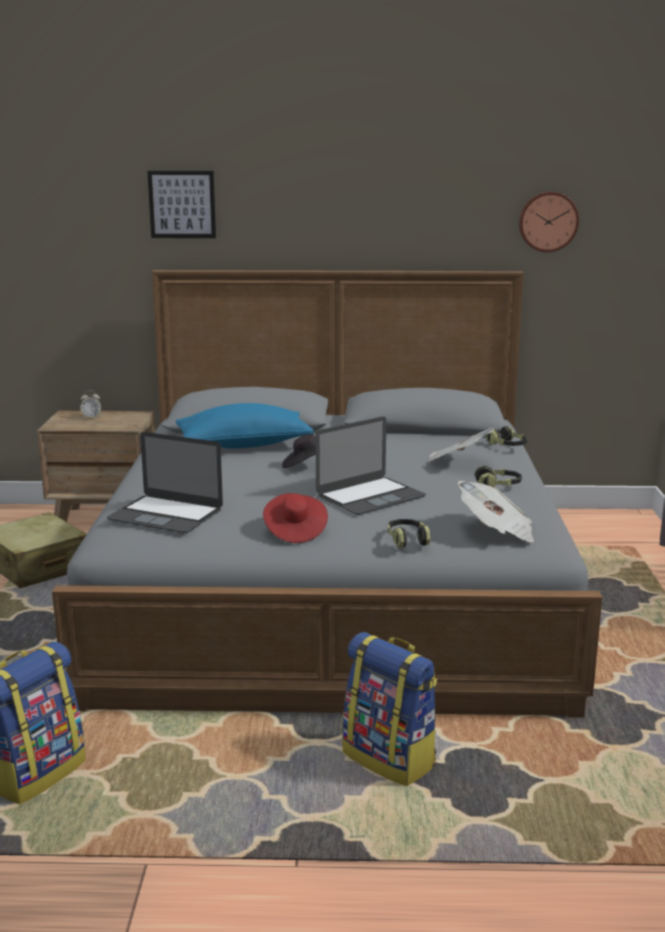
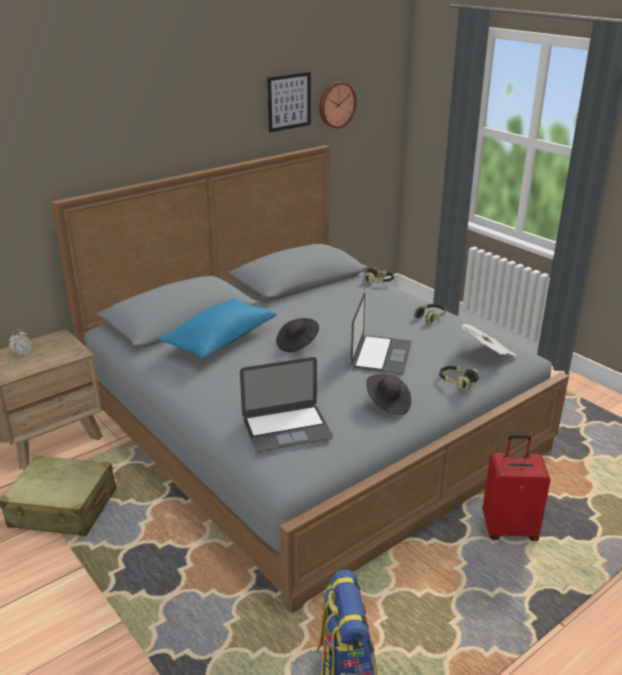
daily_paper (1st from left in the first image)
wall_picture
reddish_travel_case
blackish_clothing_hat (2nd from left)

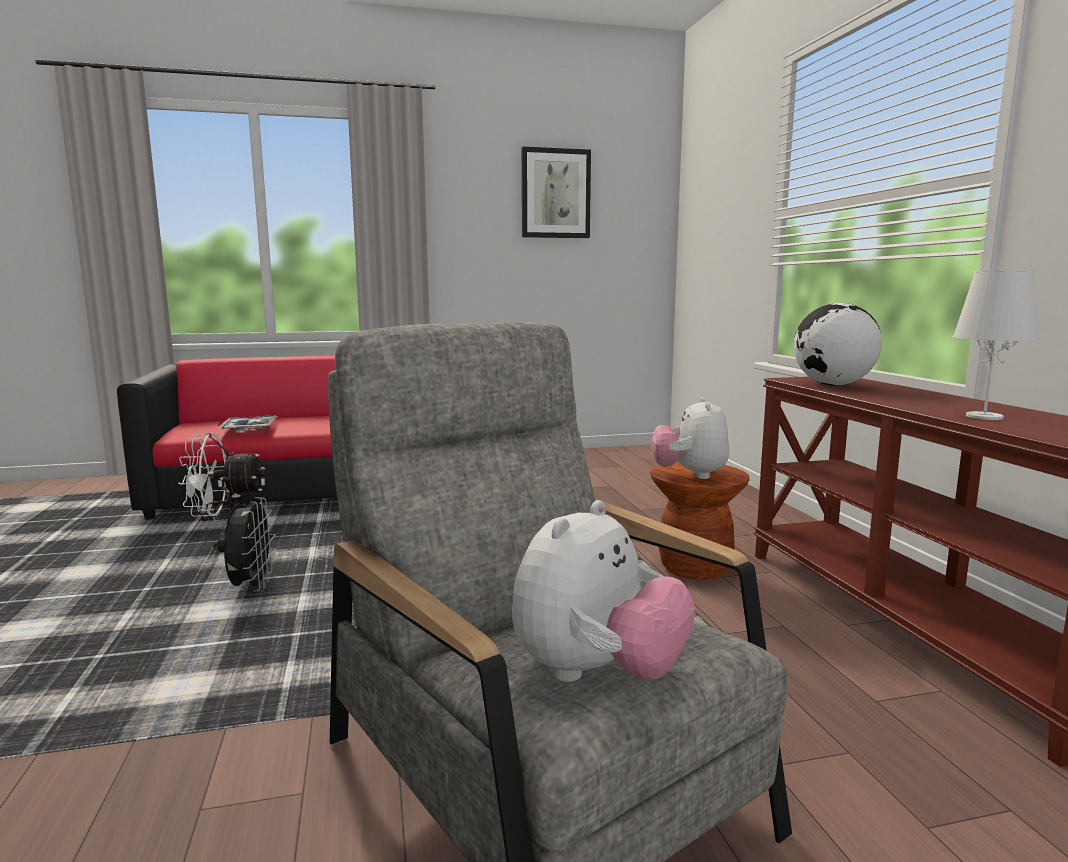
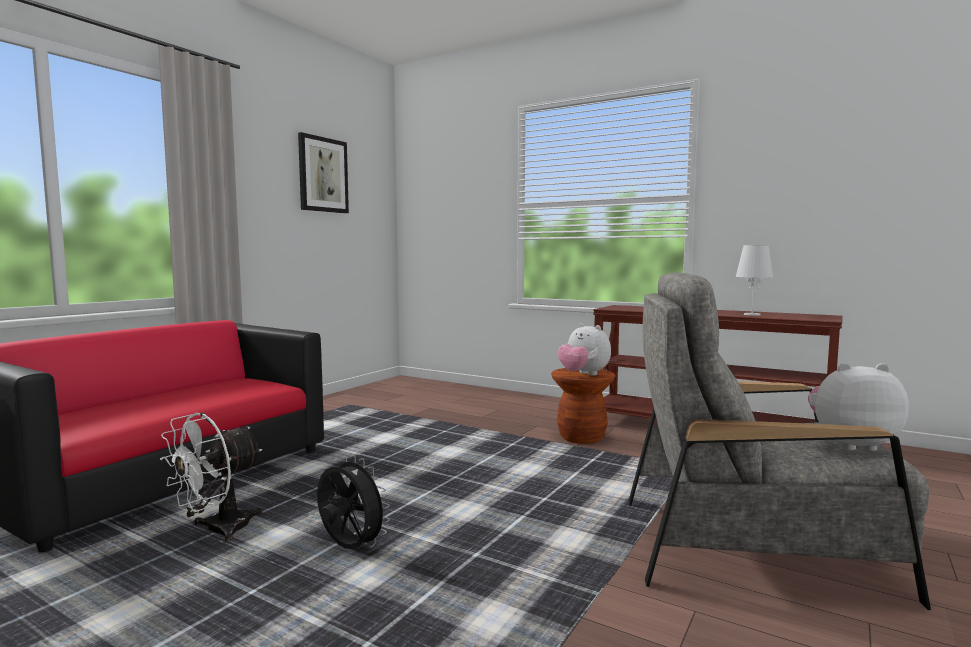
tray
globe
plush_toy (2nd from left)

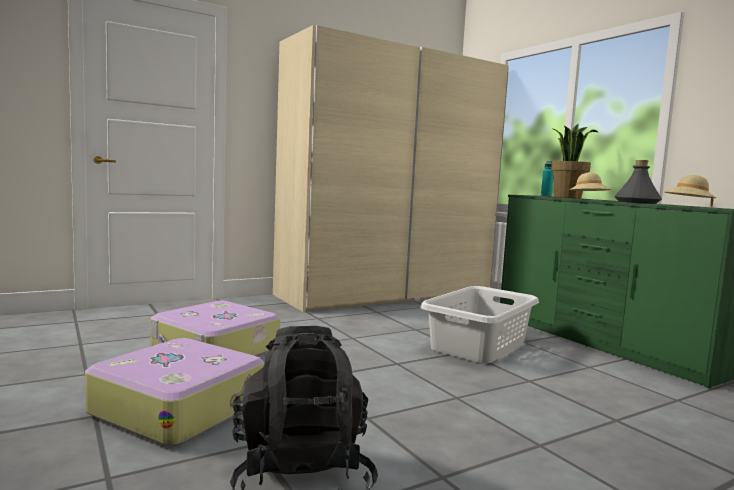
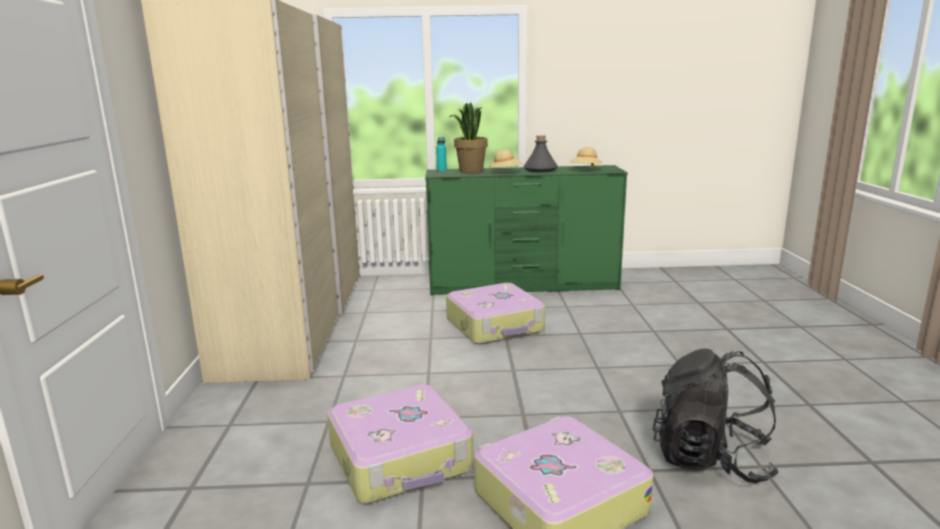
travel_case (2nd from left)

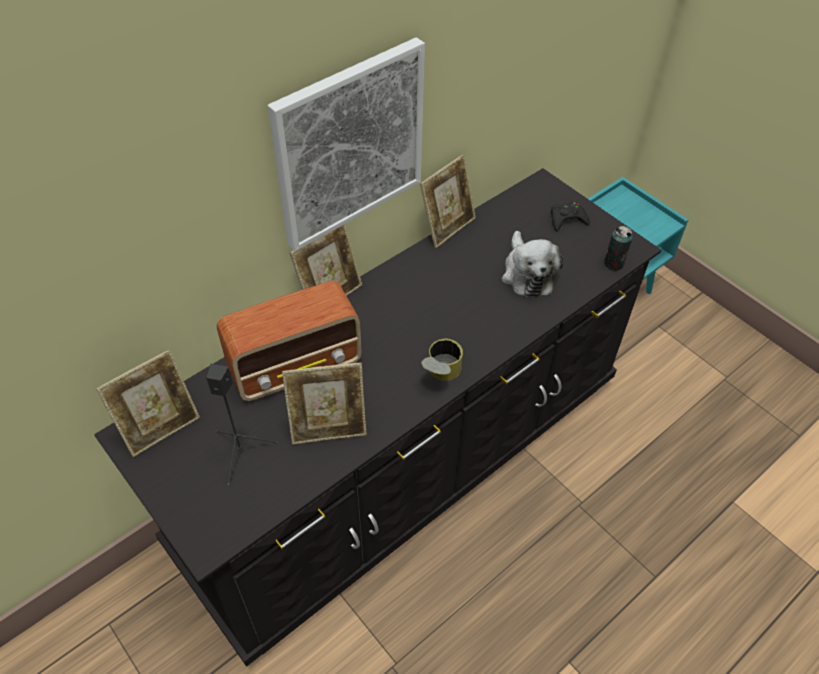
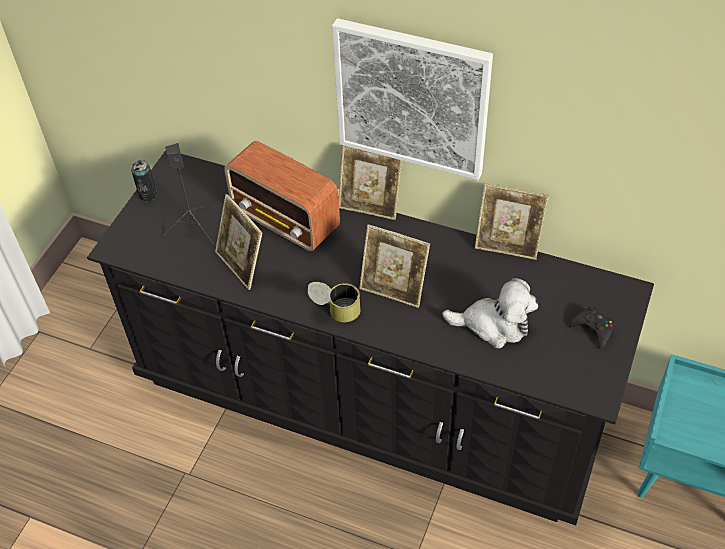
picture_frame (3rd from left)
metal_can (1st from left)
plush_toy

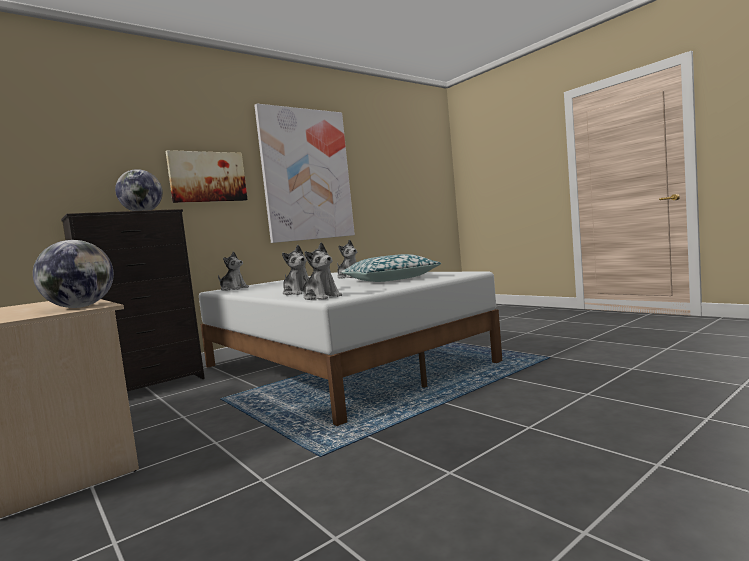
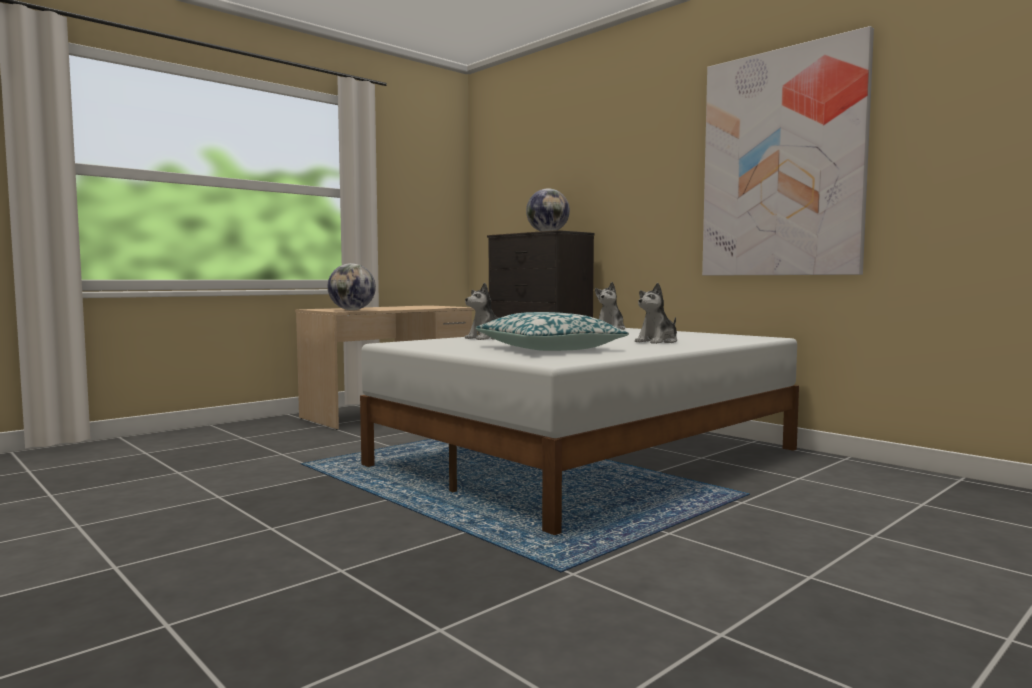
wall_picture (1st from left in the first image)
plush_toy (3rd from left in the first image)

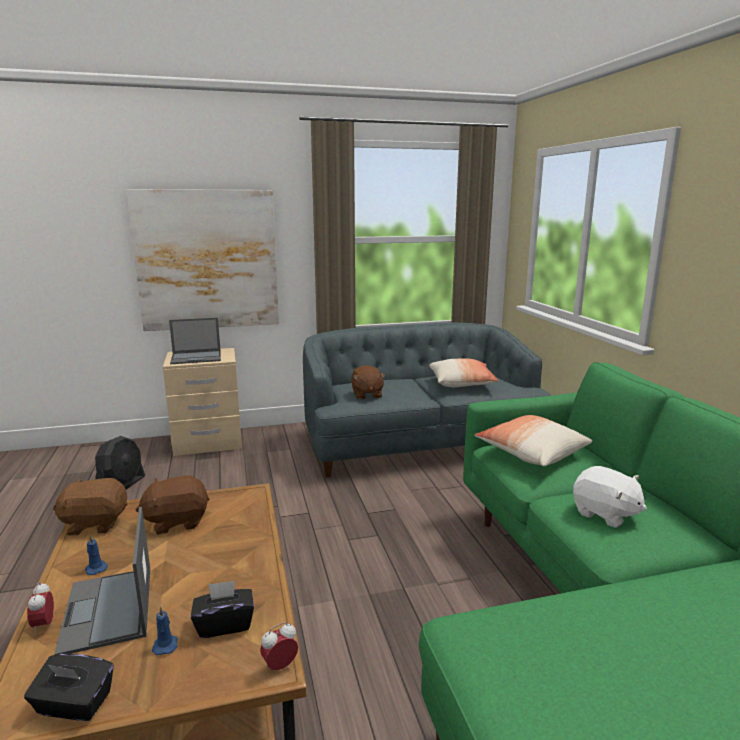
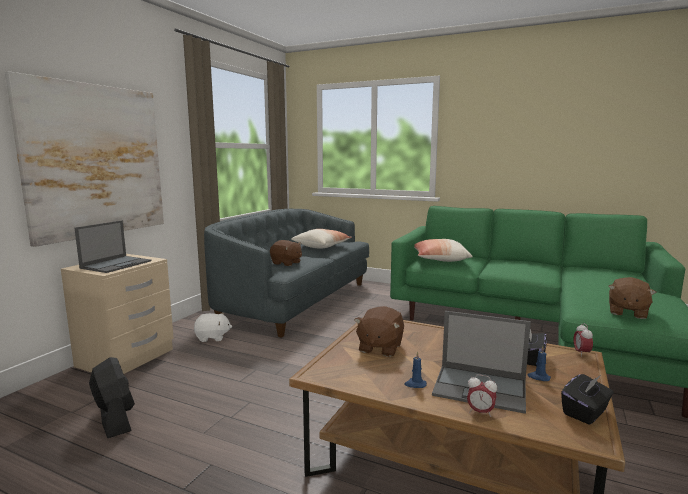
brown-coloured_plush_toy (3rd from left)
white-coloured_plush_toy

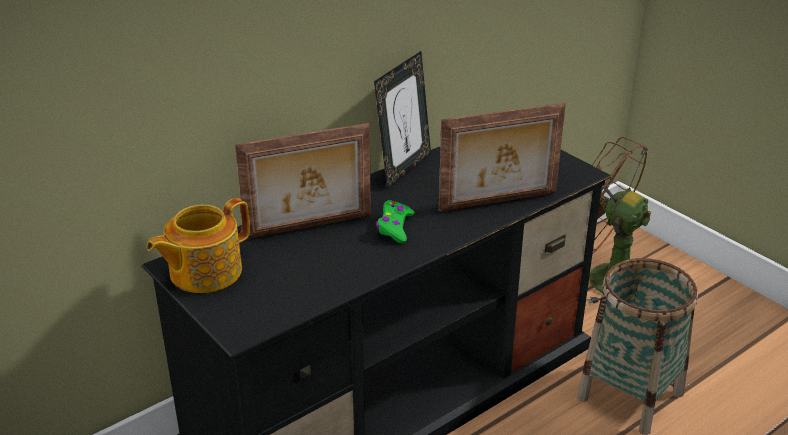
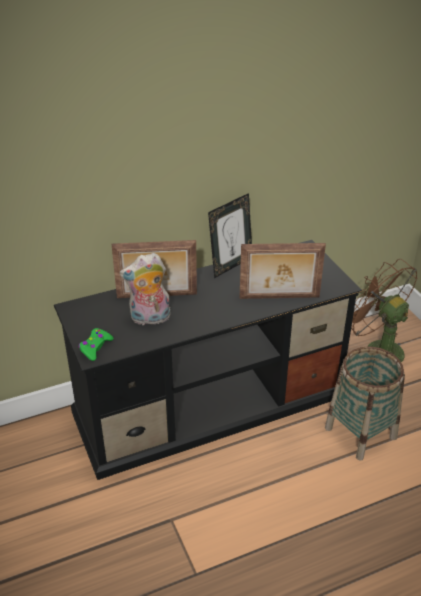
teapot
plush_toy
green_joypad

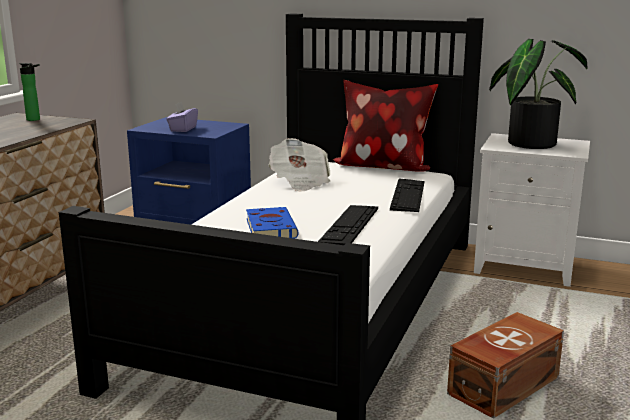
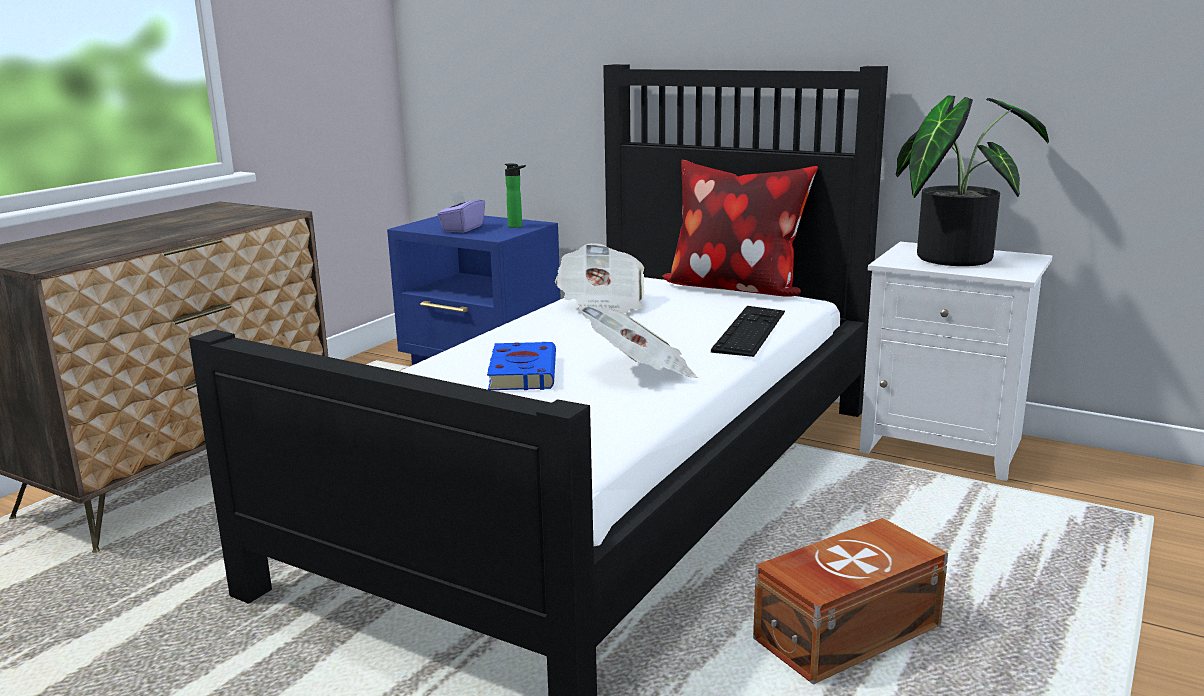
drink_bottle
daily_paper (2nd from left)

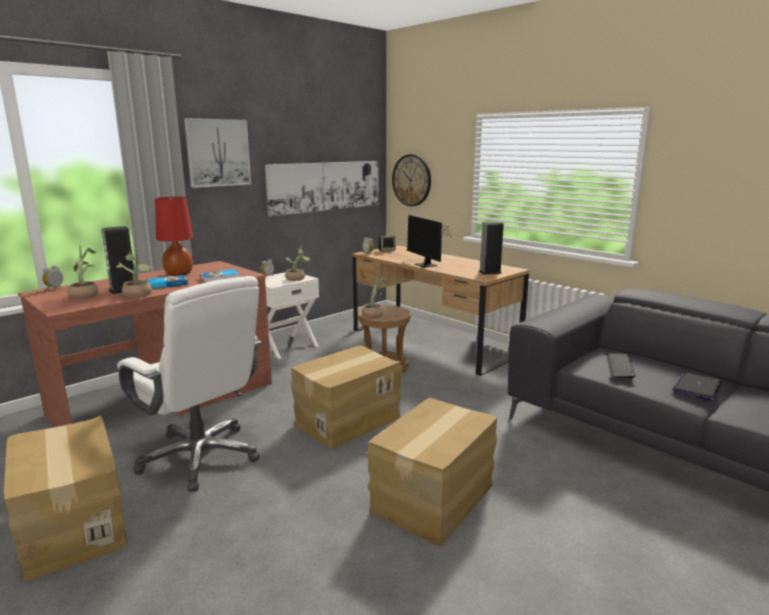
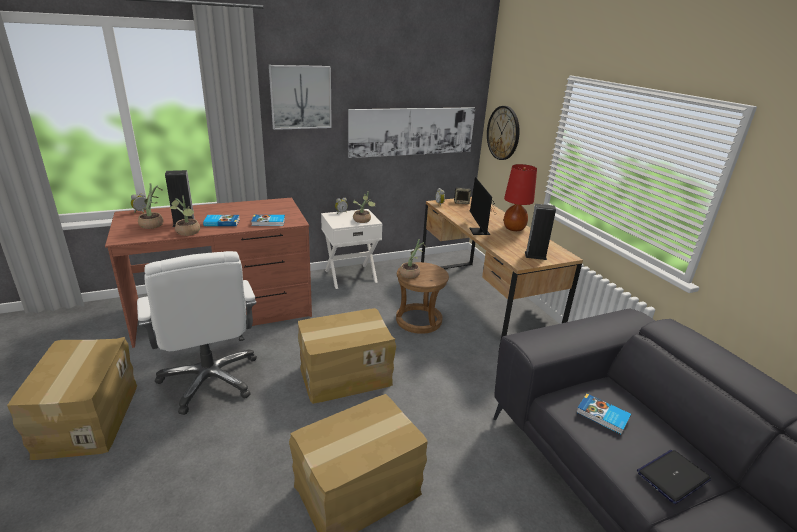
reddish_tabletop_lamp
volume (3rd from left)

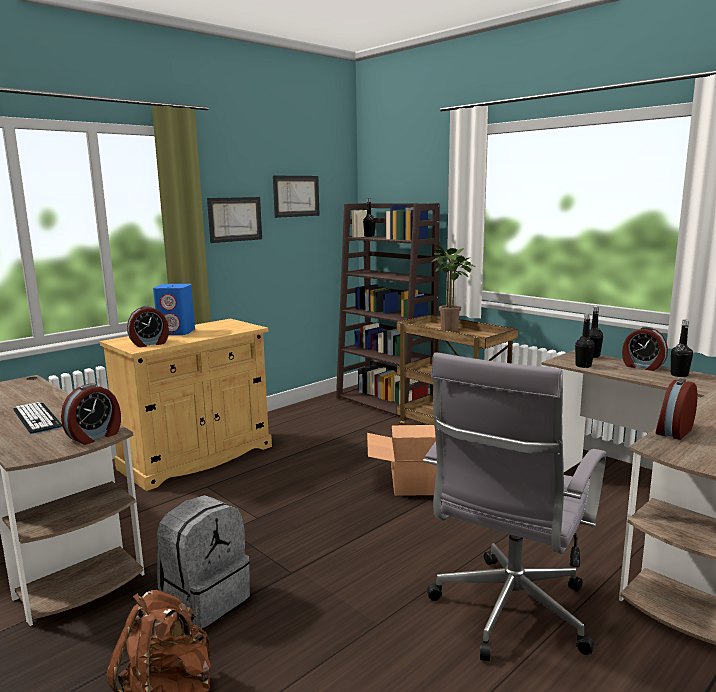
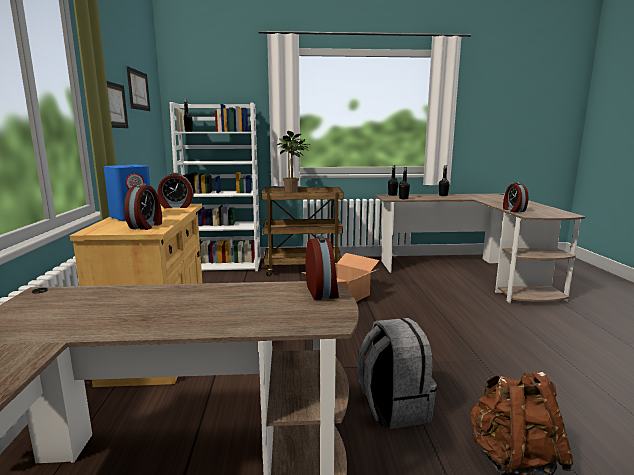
PC_keyboard
gray_computer_chair
alarm_clock (2nd from left)
white-coloured_bookshelf

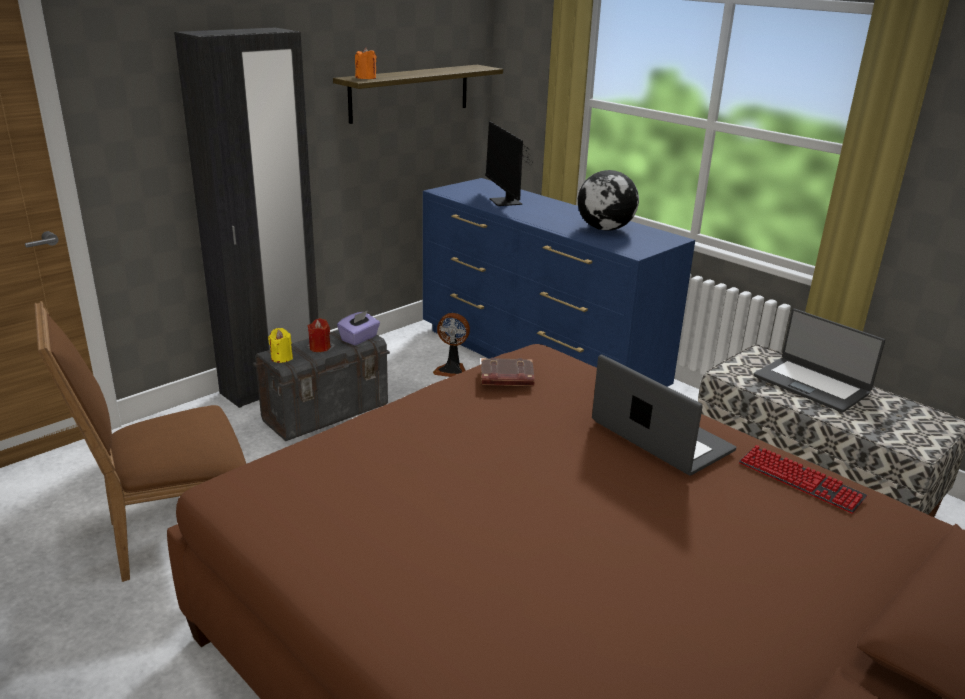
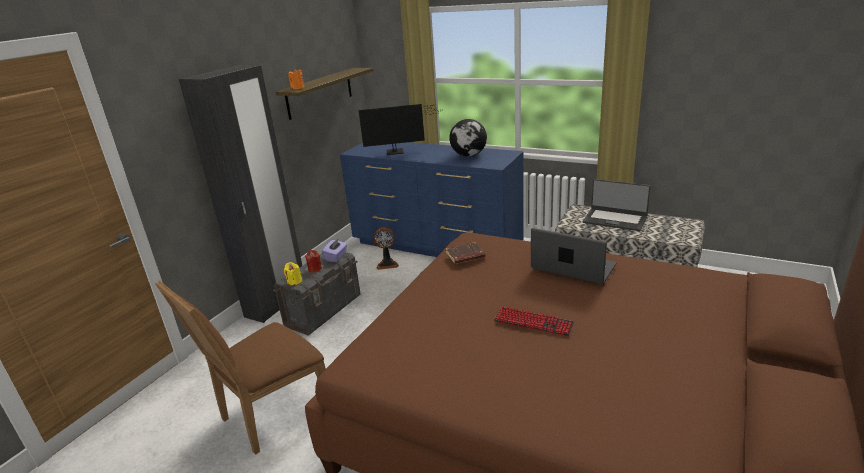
PC_keyboard
monitor

